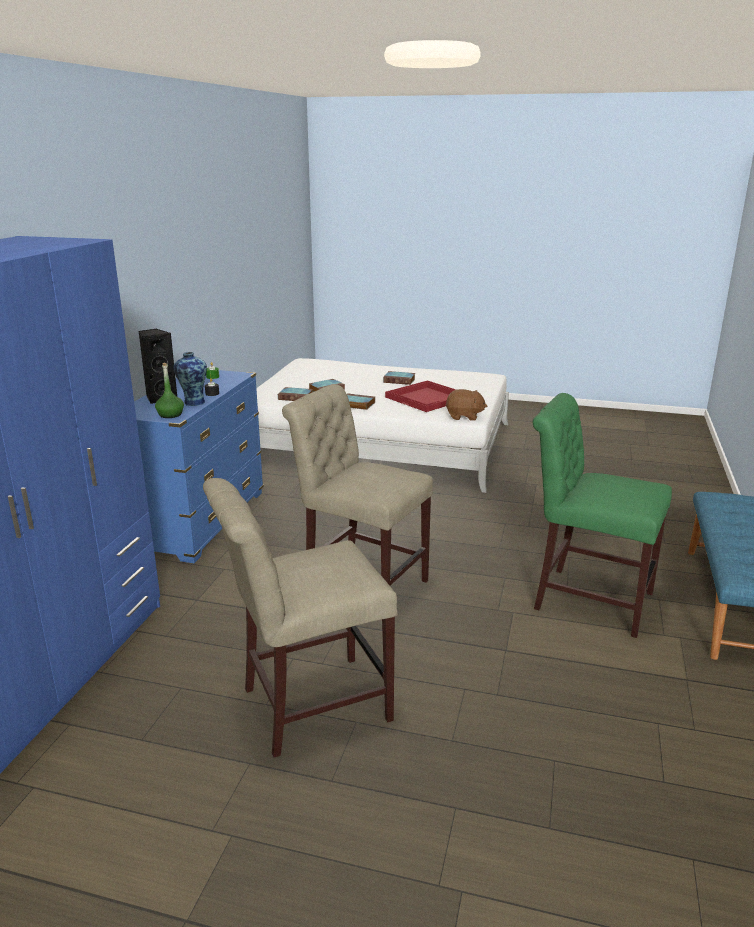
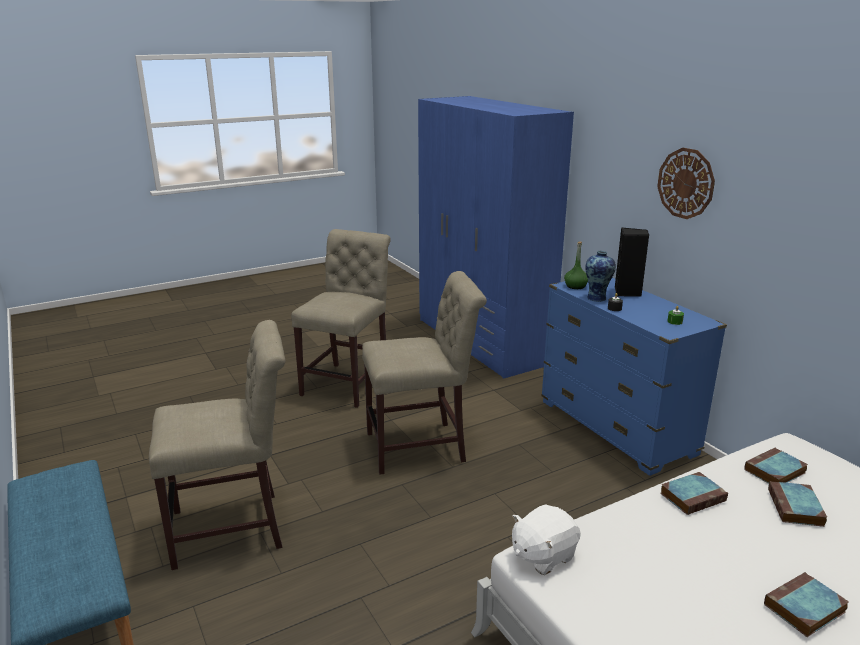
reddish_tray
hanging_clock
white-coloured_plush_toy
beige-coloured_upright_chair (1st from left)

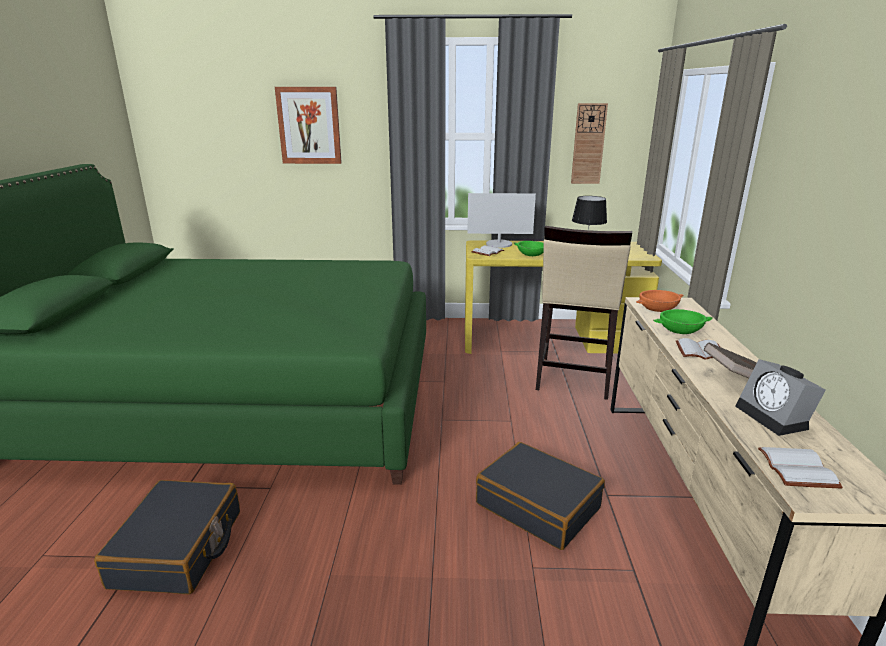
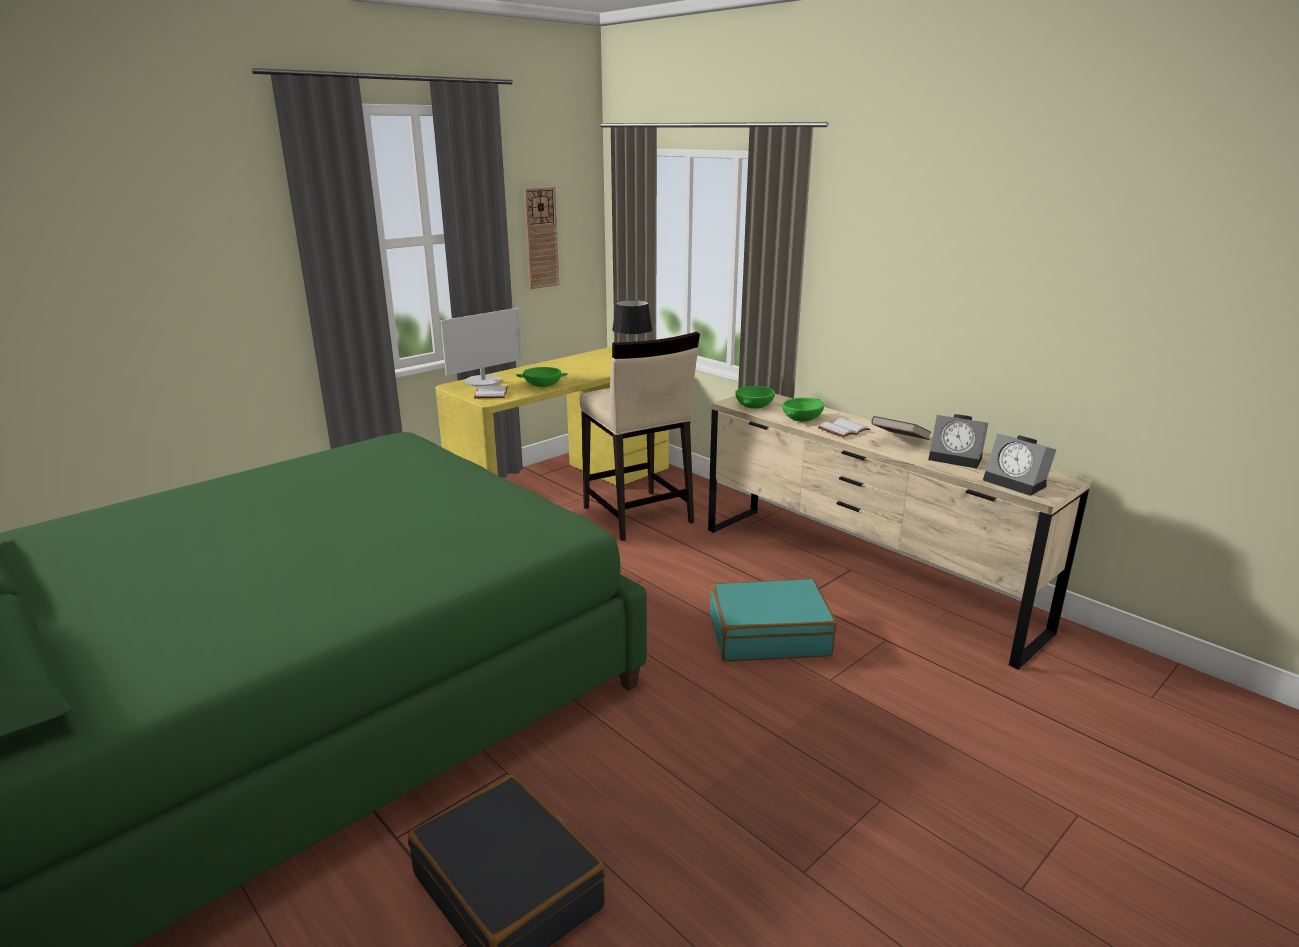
wall_picture
alarm_clock (2nd from left)
turquoise_travel_case
green_serving_bowl (2nd from left)

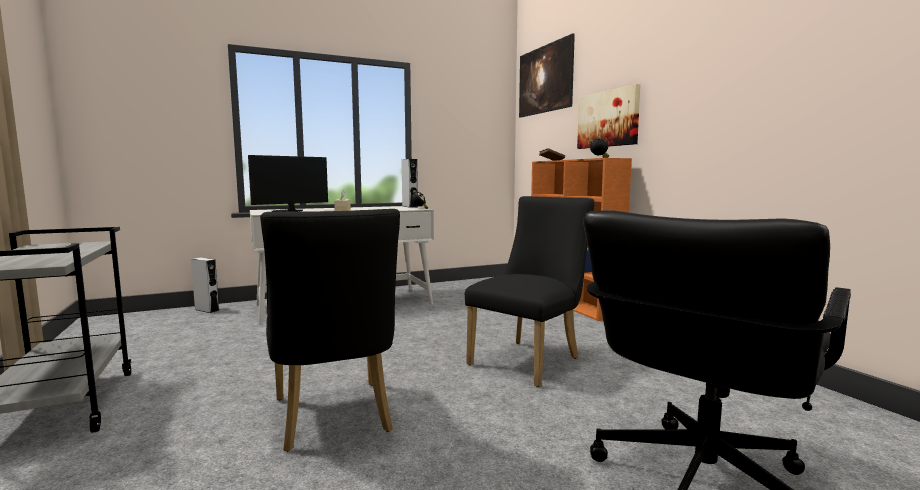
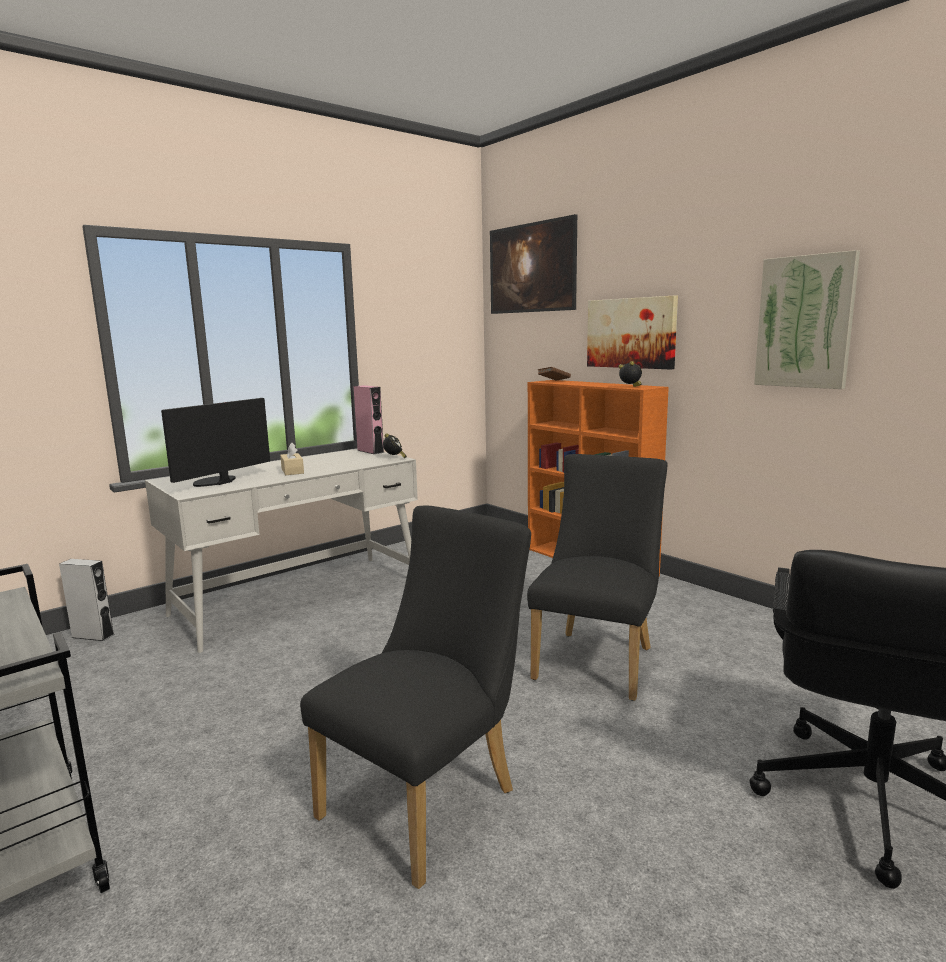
wall_picture (3rd from left)
pink_speaker
blackish_upright_chair (1st from left)

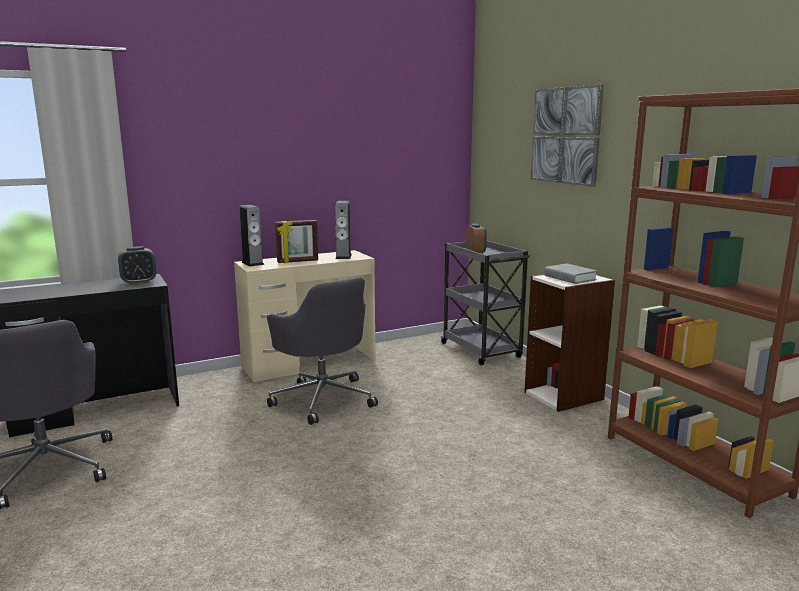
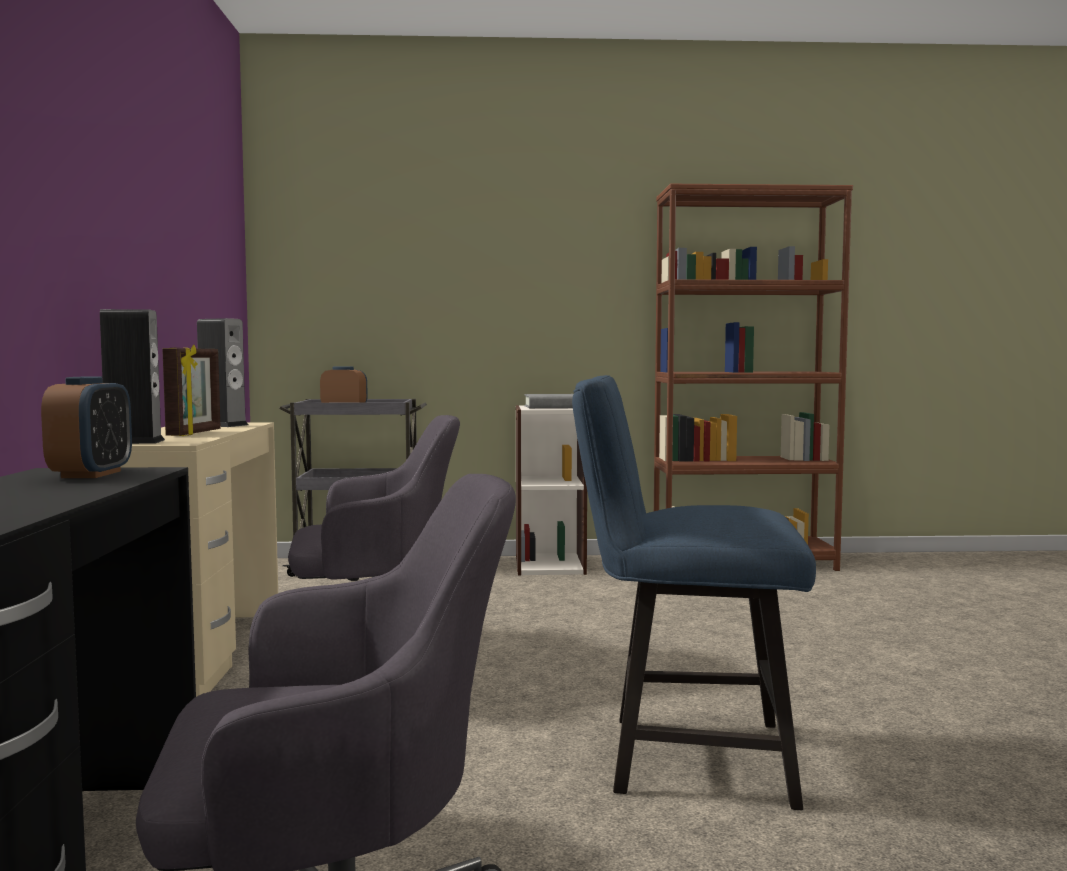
wall_picture
blue-coloured_upright_chair

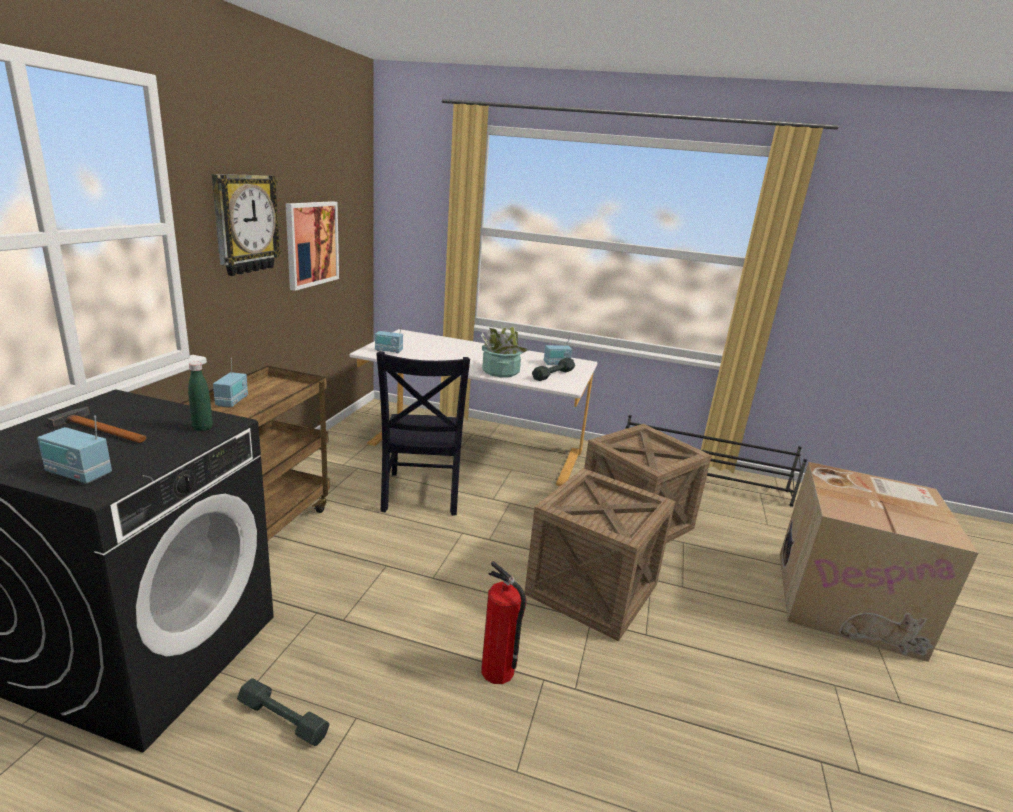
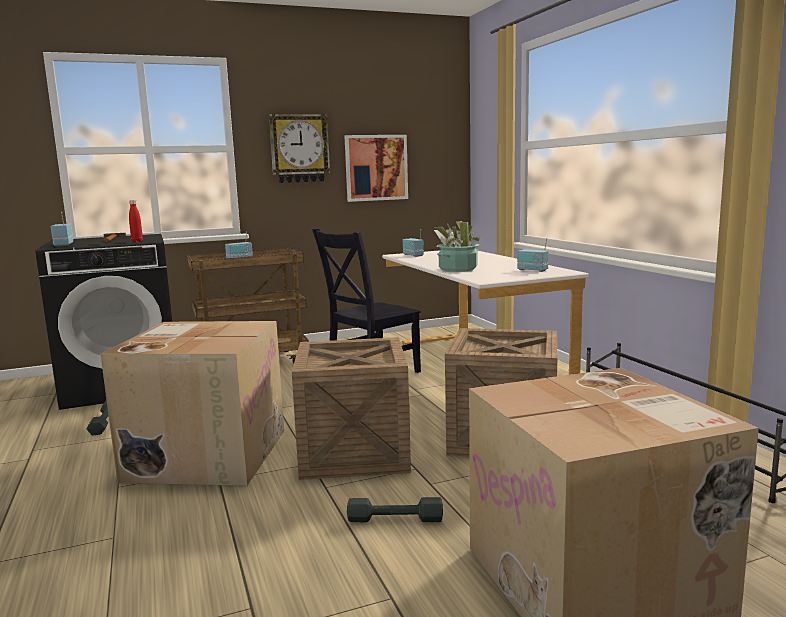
gray_dumbbell (2nd from left)
carton (1st from left)
reddish_drink_bottle

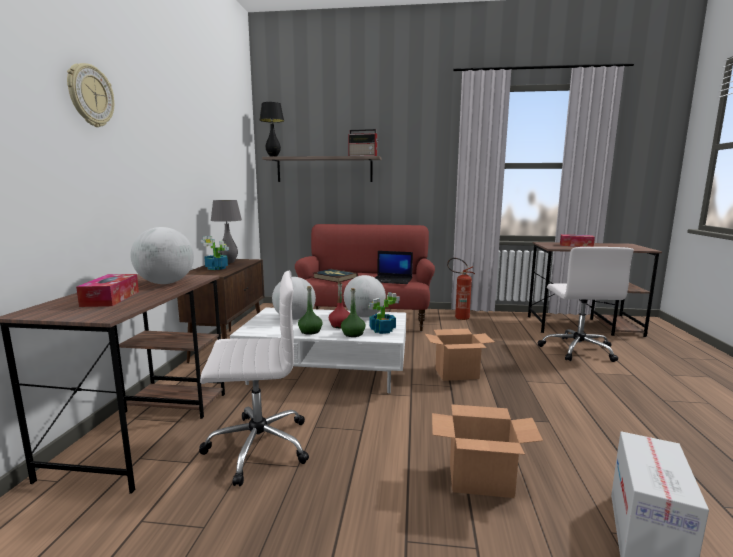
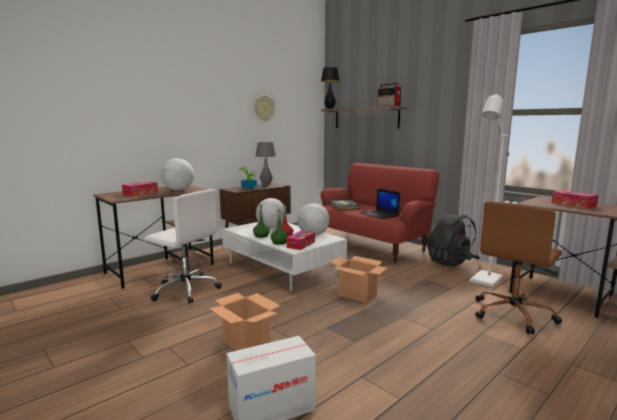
white-coloured_standing_lamp
hanging_clock
tissue_box (2nd from left)
blackish_knapsack
brown-coloured_computer_chair

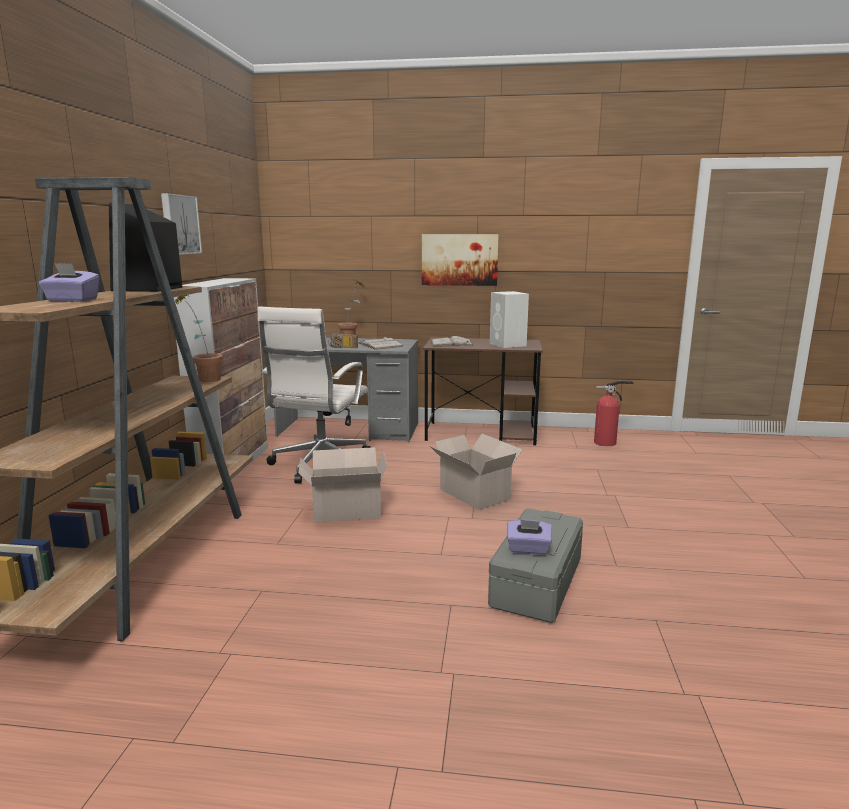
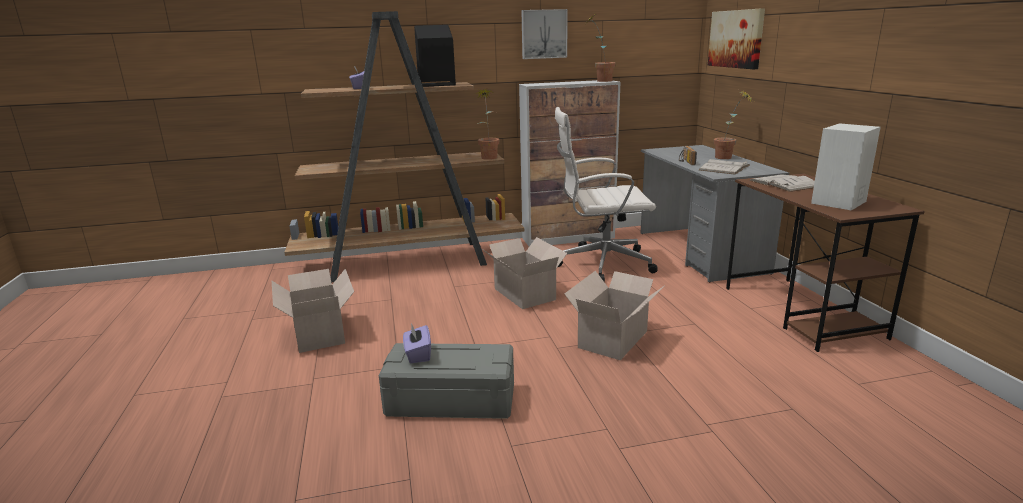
fire-fighting_cylinder
carton (1st from left)
potted_plant (2nd from left)
wall_picture (2nd from left)

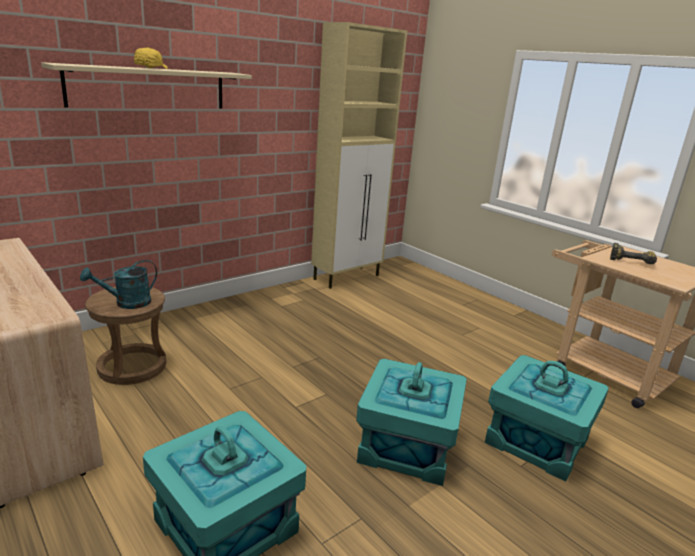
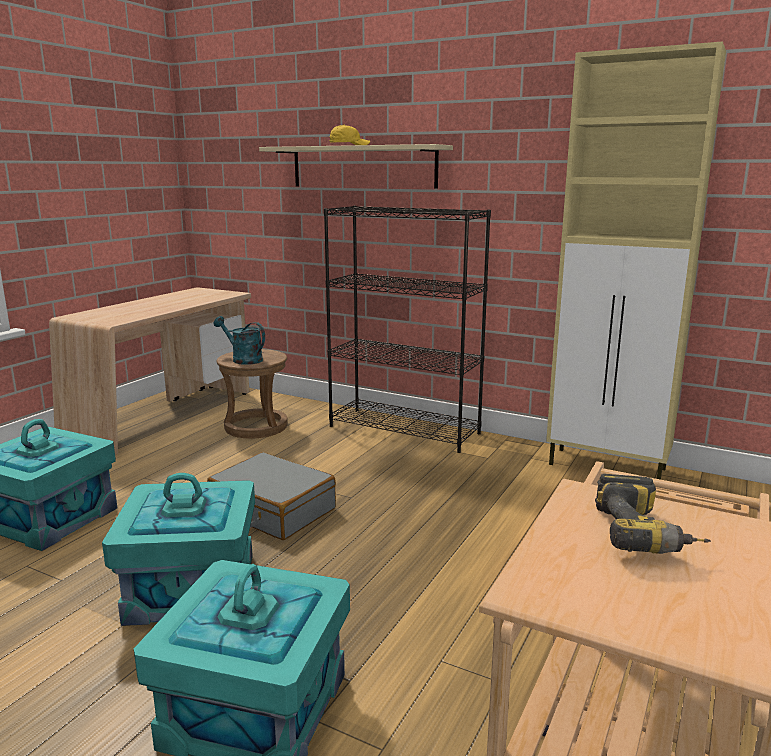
gray_travel_case
blackish_bookshelf

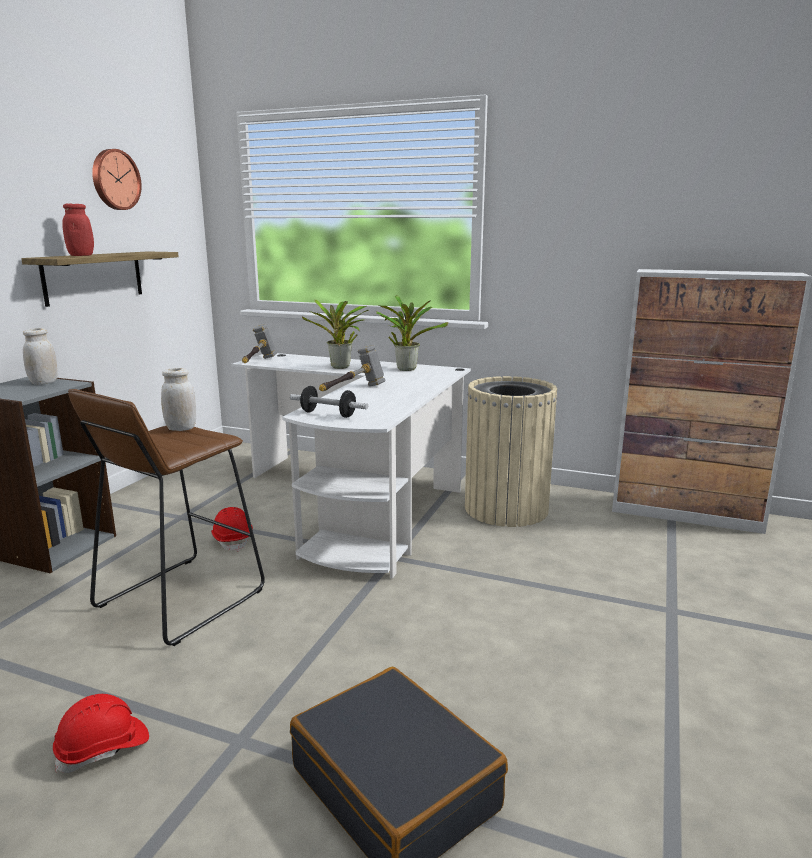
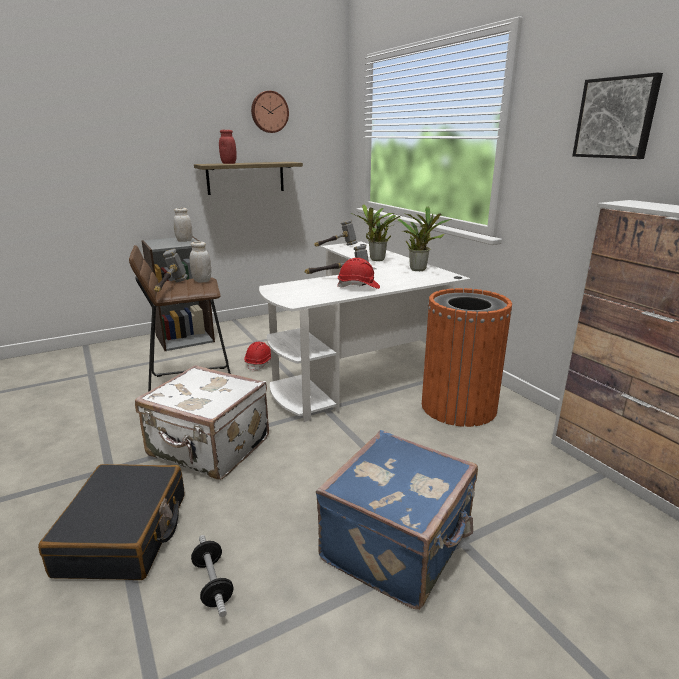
white-coloured_travel_case
tool_hammer (1st from left)
blue-coloured_travel_case
wall_picture
reddish_safety_helmet (2nd from left)
dumbbell
orange_rubbish_bin

